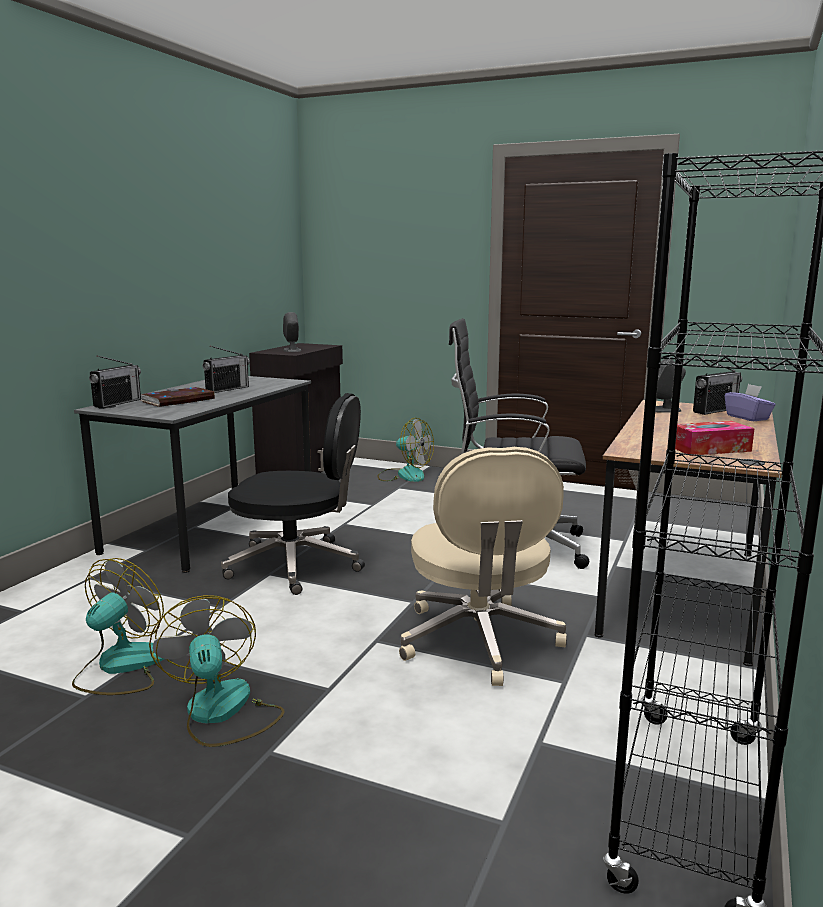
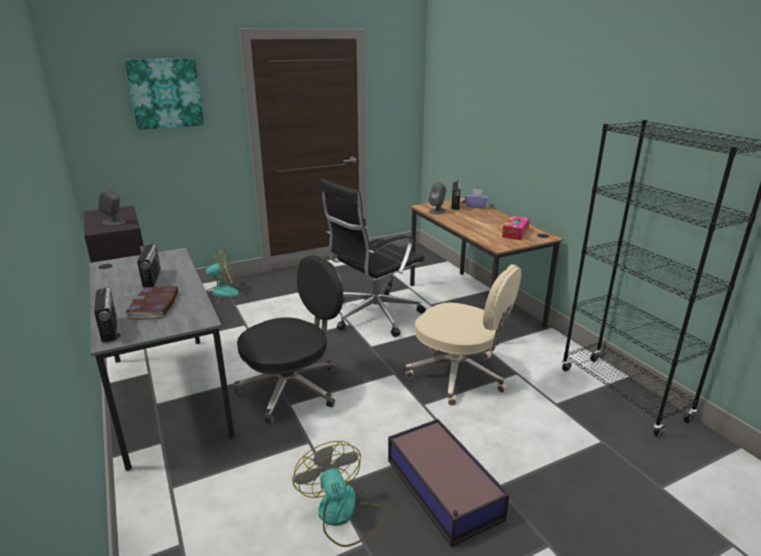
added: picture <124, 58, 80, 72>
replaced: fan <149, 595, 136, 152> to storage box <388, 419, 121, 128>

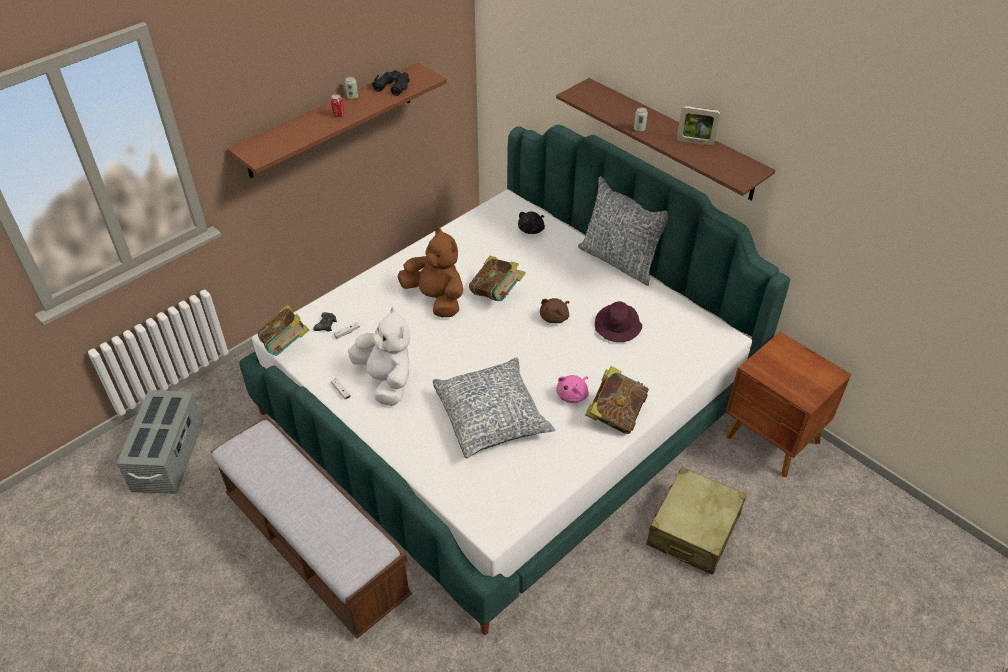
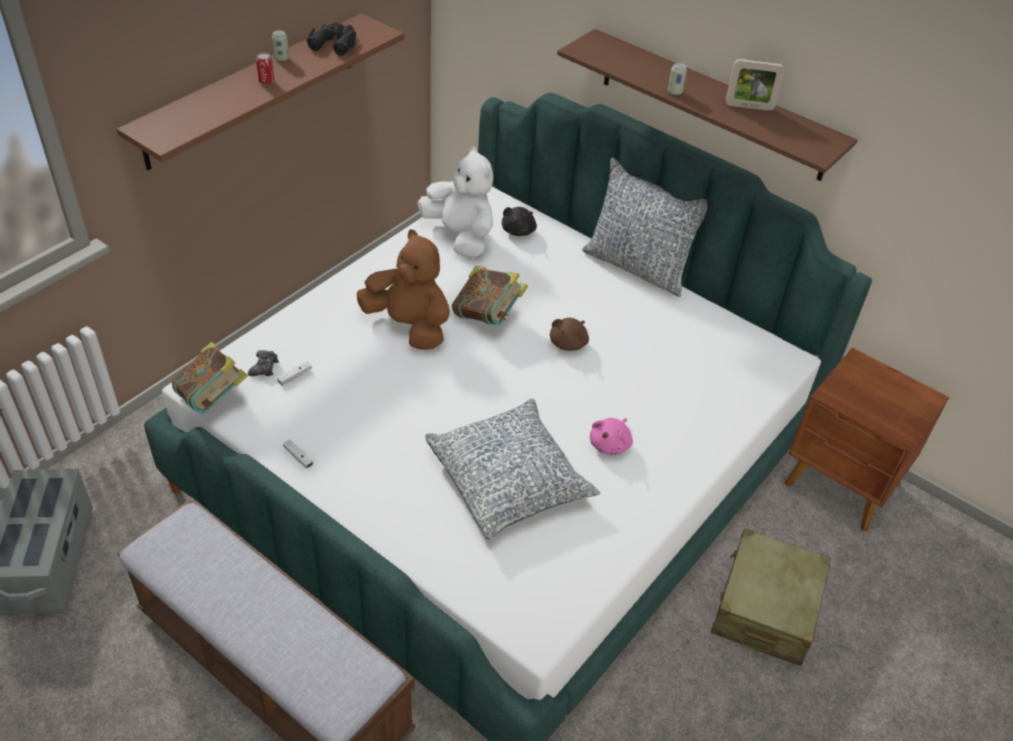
removed: volume <585, 366, 64, 68>; purple-coloured clothing hat <595, 301, 47, 41>
moved: white cuddly toy <348, 307, 62, 99> to <417, 146, 76, 111>

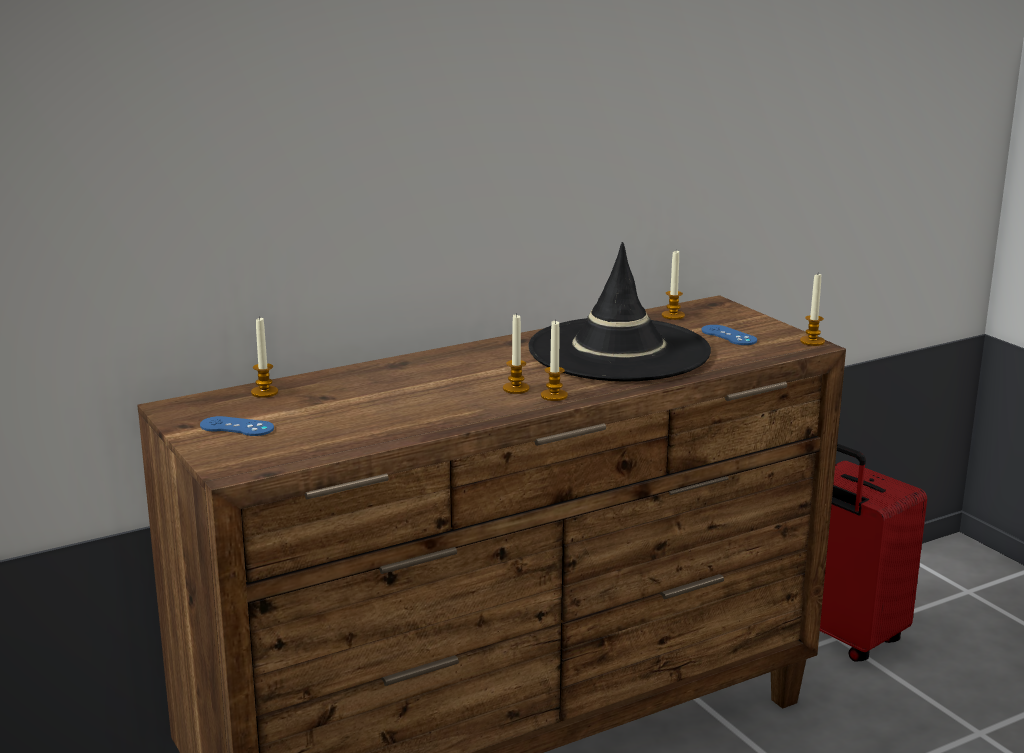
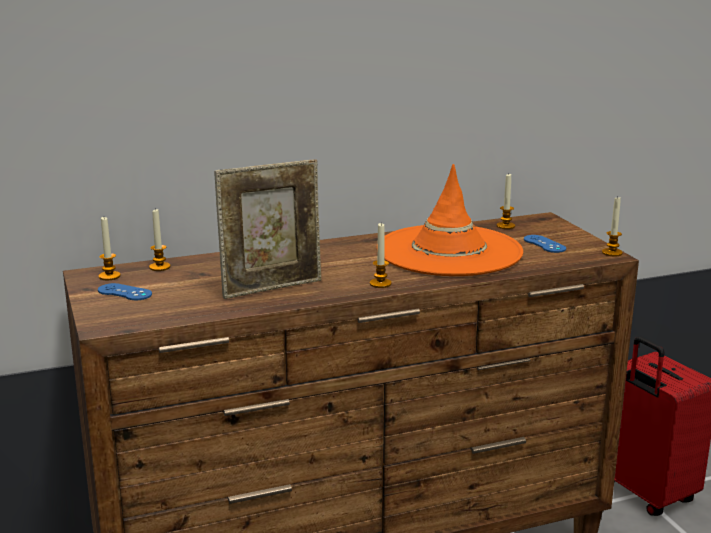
added: picture frame <214, 160, 107, 139>
moved: candle <503, 313, 27, 81> to <99, 217, 22, 63>
recoloured: black-coloured clothing hat <528, 242, 183, 140> to orange clothing hat <377, 164, 146, 112>

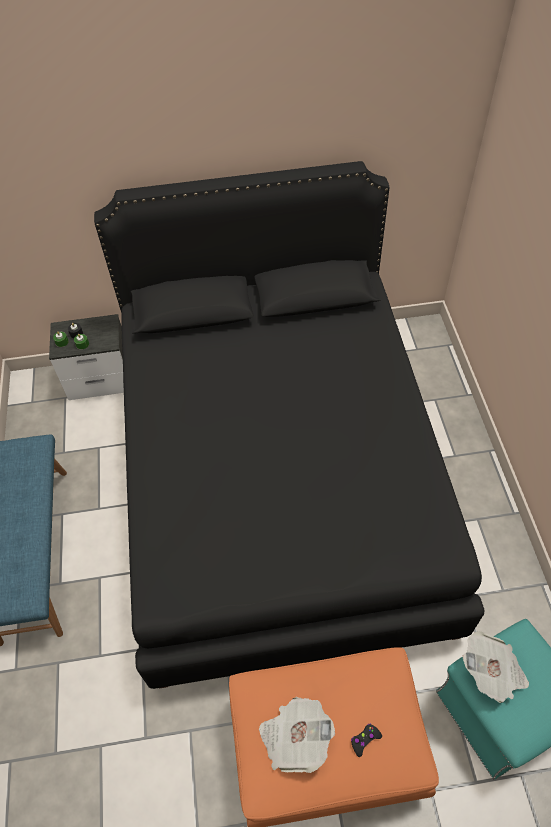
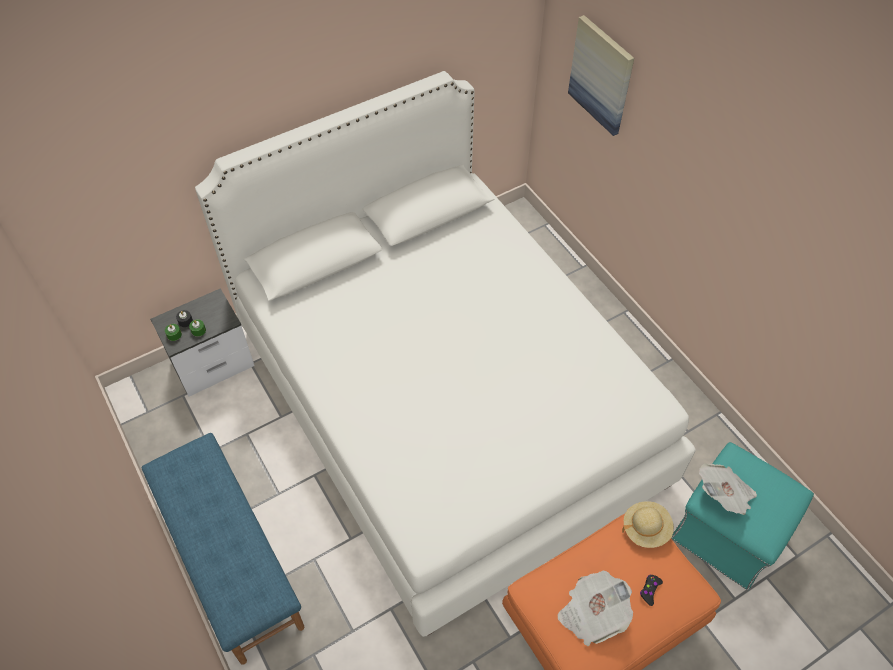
added: picture <568, 15, 66, 121>; beige clothing hat <622, 501, 52, 47>
recoloured: black-coloured bed <94, 161, 391, 528> to white bed <195, 71, 501, 566>

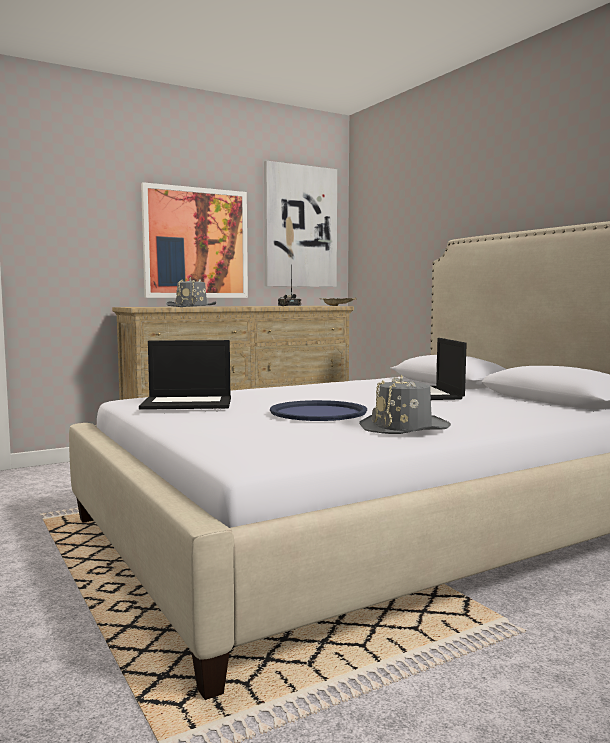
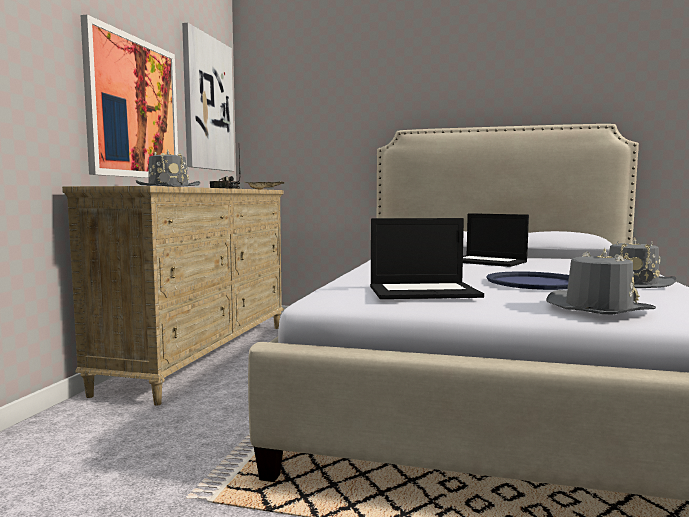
added: gray clothing hat <546, 248, 110, 66>
turned: laptop <139, 340, 92, 70> = <370, 218, 114, 81> 45 degrees clockwise

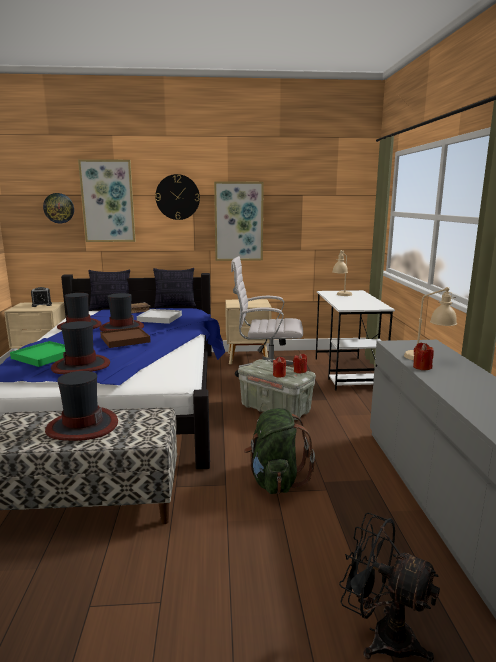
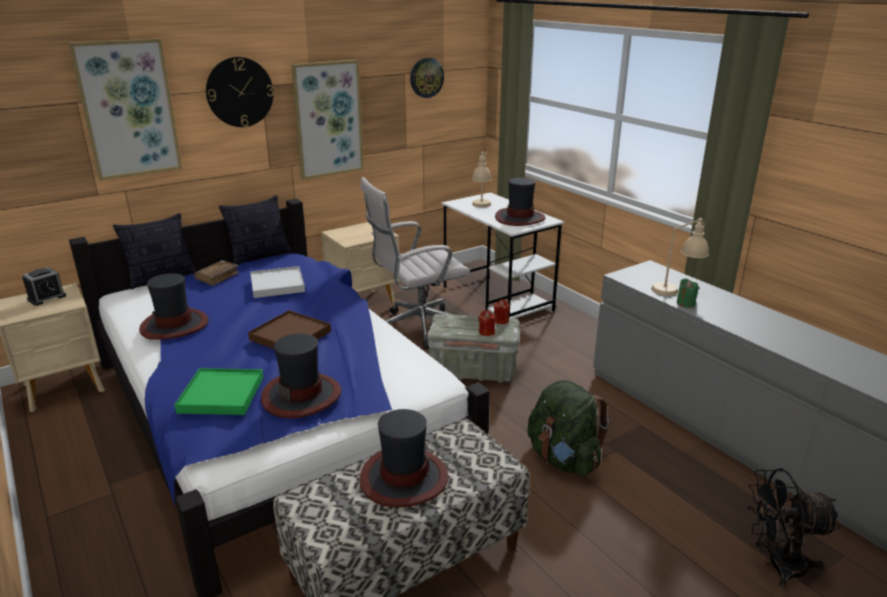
moved: hanging clock <43, 193, 31, 30> to <410, 58, 34, 40>; clothing hat <99, 293, 45, 38> to <495, 178, 51, 48>
recoloured: red candle <413, 343, 21, 27> to greenish candle <677, 279, 22, 29>

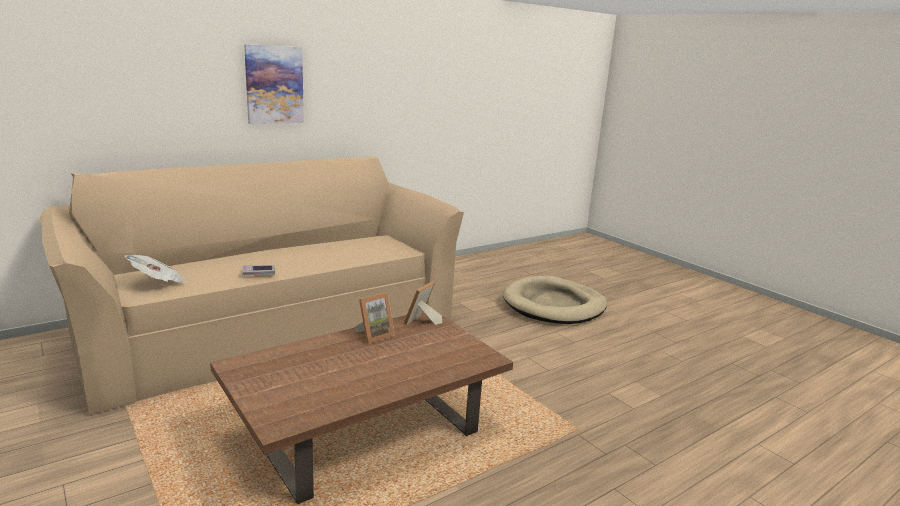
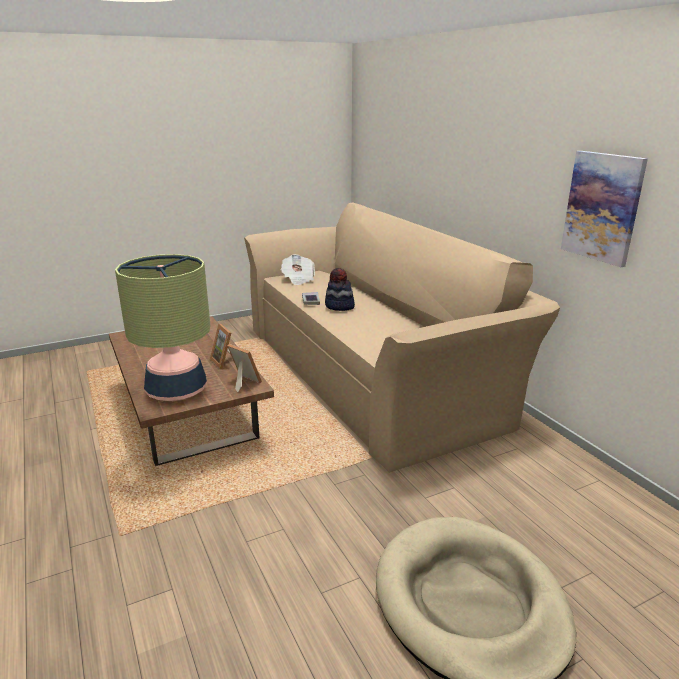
added: table lamp <115, 254, 96, 147>; clothing hat <325, 268, 30, 43>
moved: picture <244, 44, 60, 80> to <561, 151, 87, 116>

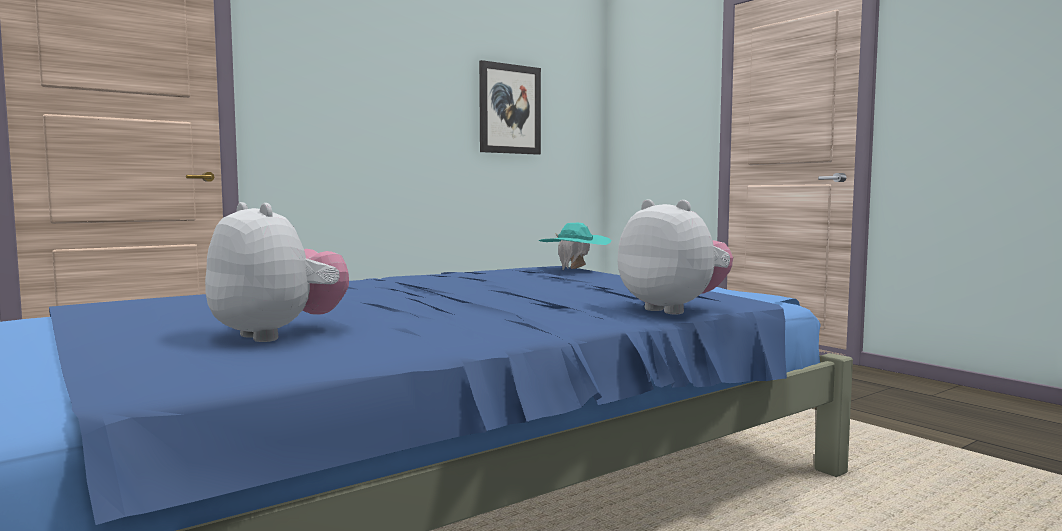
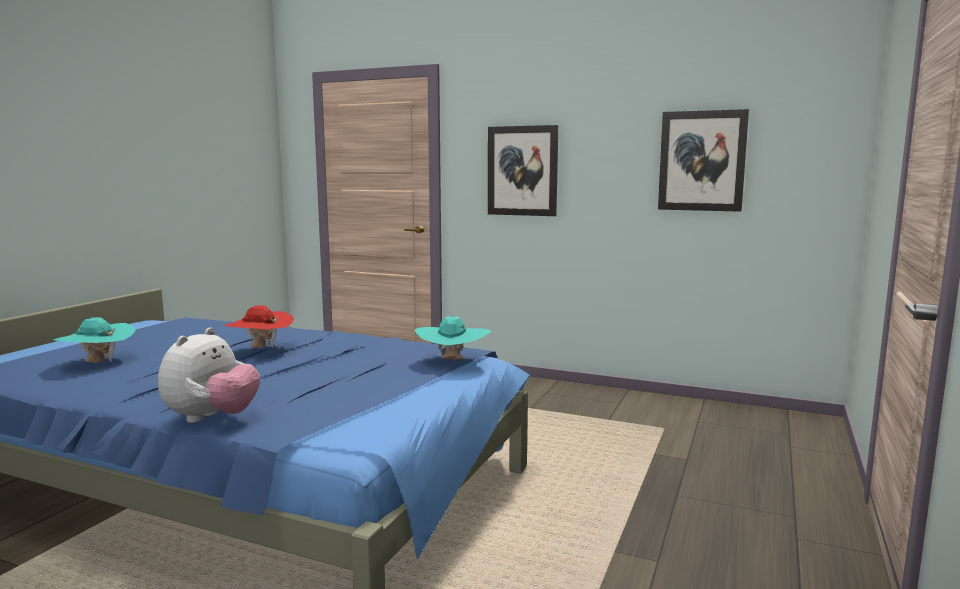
added: red clothing hat <224, 305, 70, 43>; picture <488, 125, 70, 91>
replaced: cuddly toy <205, 202, 144, 140> to turquoise clothing hat <53, 317, 83, 46>

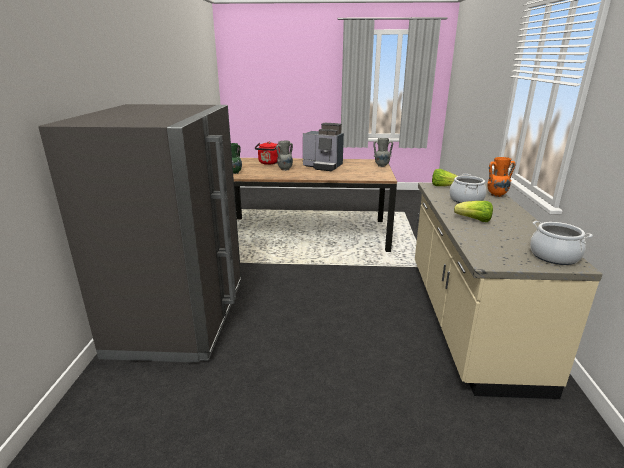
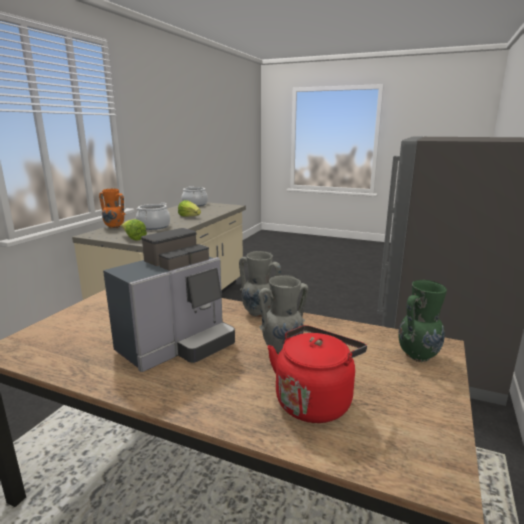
moved: gray flower vase <373, 138, 20, 29> to <239, 251, 42, 67>
turned: coffee brewer <303, 123, 41, 48> = <103, 228, 132, 144> 90 degrees clockwise

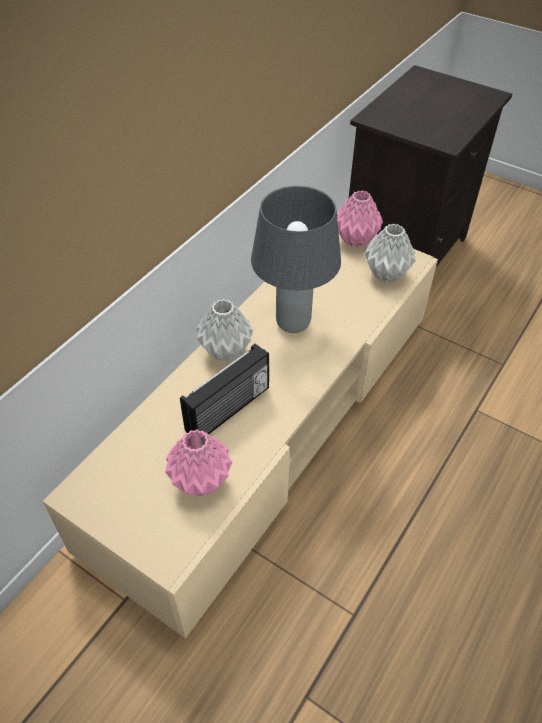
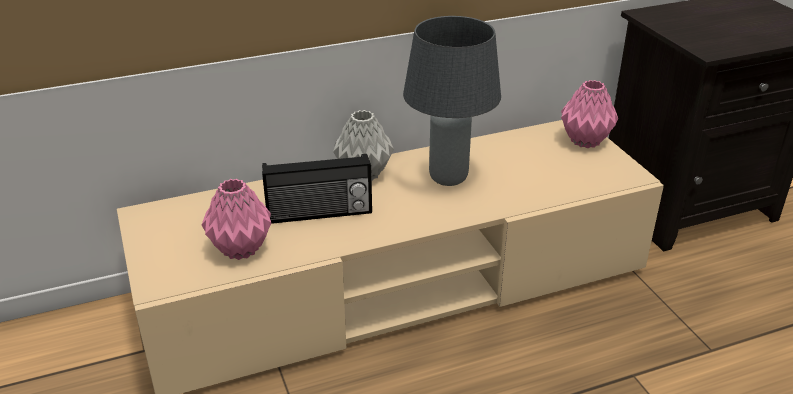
removed: gray flower vase <364, 223, 52, 60>

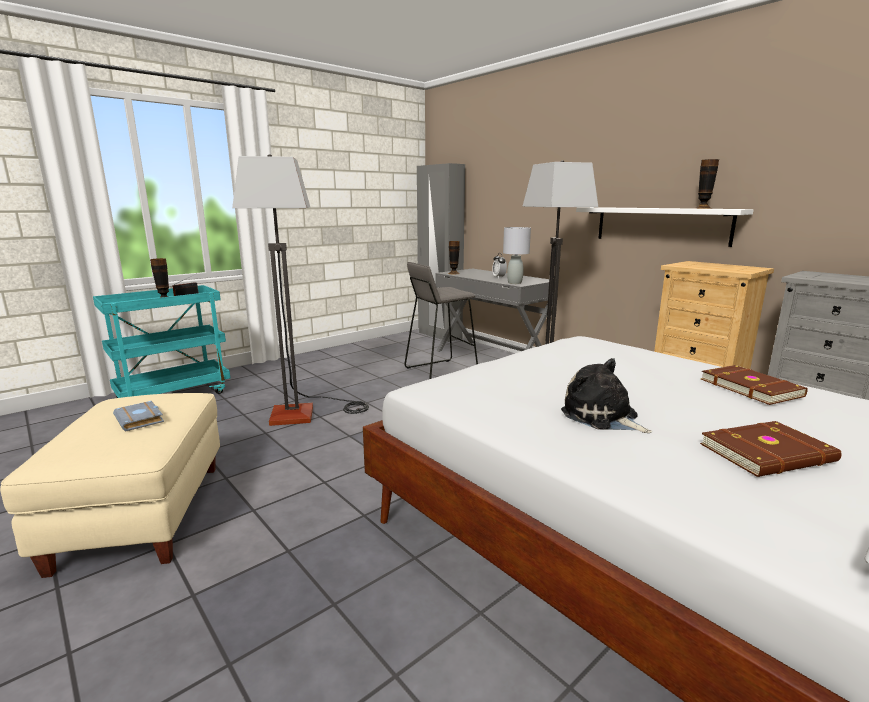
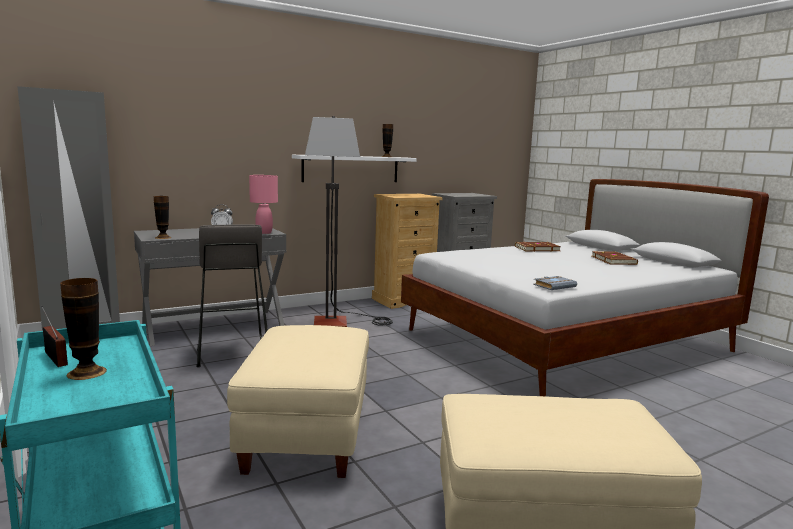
removed: cuddly toy <561, 358, 91, 75>
moved: gray volume <113, 401, 51, 31> to <533, 276, 44, 14>
replaced: standard lamp <232, 154, 137, 272> to beige ottoman <227, 325, 142, 153>
recoloured: gray table lamp <503, 227, 28, 57> to pink-coloured table lamp <249, 175, 29, 59>

